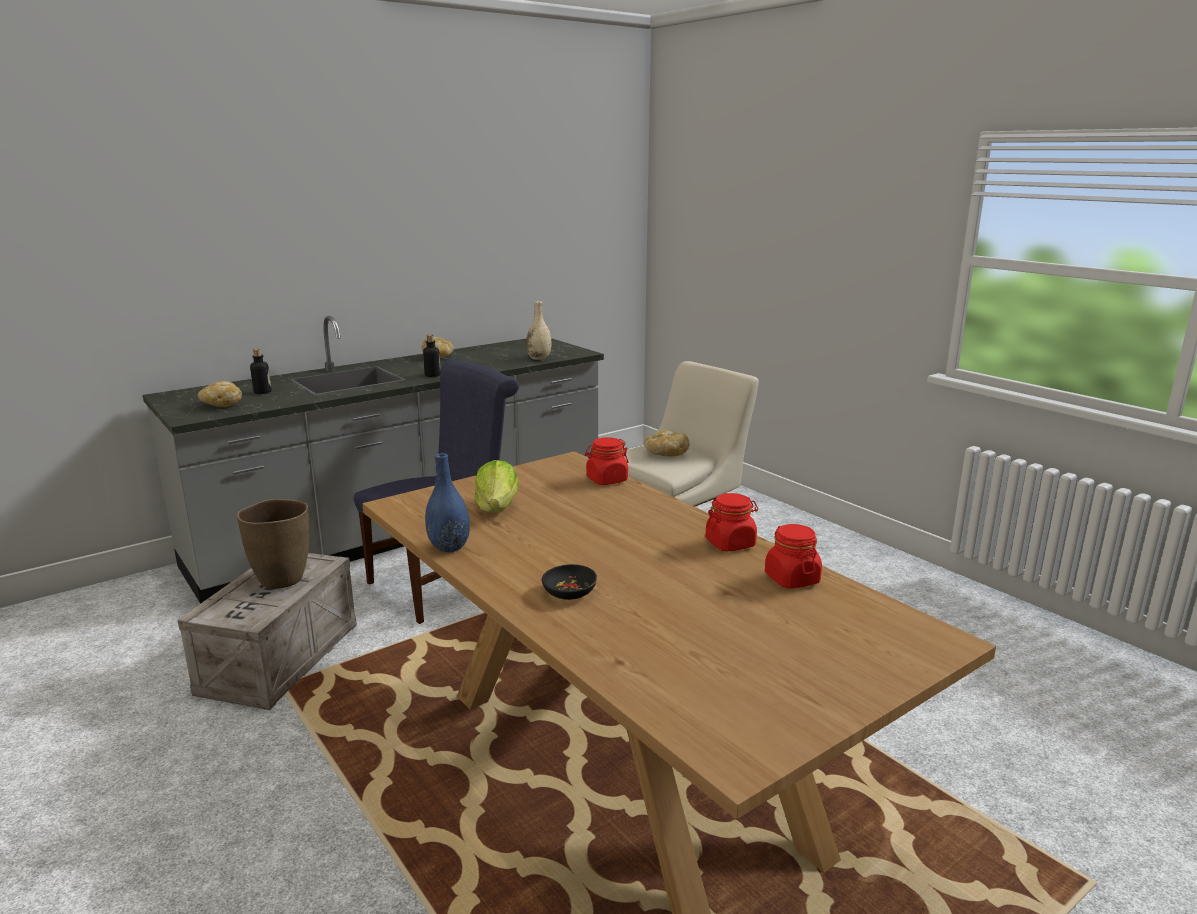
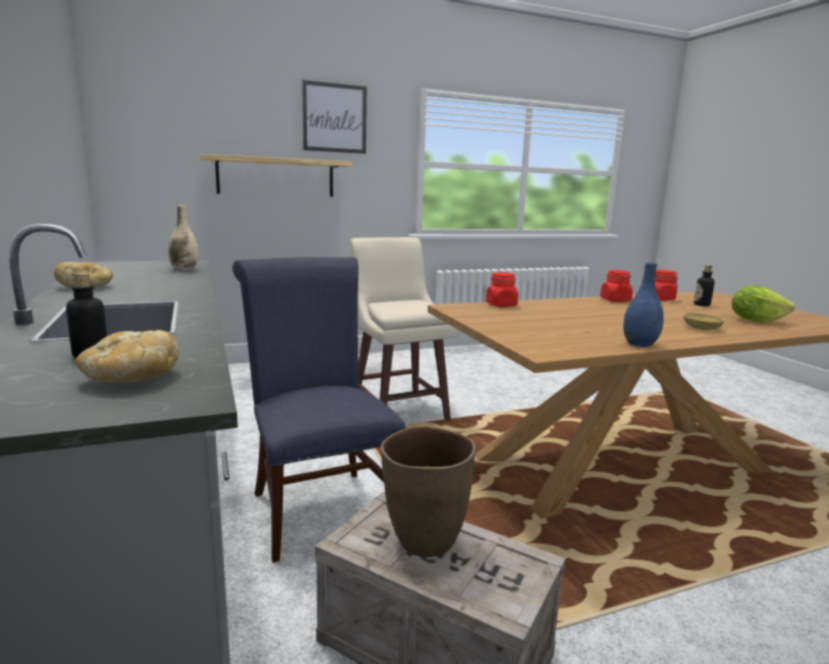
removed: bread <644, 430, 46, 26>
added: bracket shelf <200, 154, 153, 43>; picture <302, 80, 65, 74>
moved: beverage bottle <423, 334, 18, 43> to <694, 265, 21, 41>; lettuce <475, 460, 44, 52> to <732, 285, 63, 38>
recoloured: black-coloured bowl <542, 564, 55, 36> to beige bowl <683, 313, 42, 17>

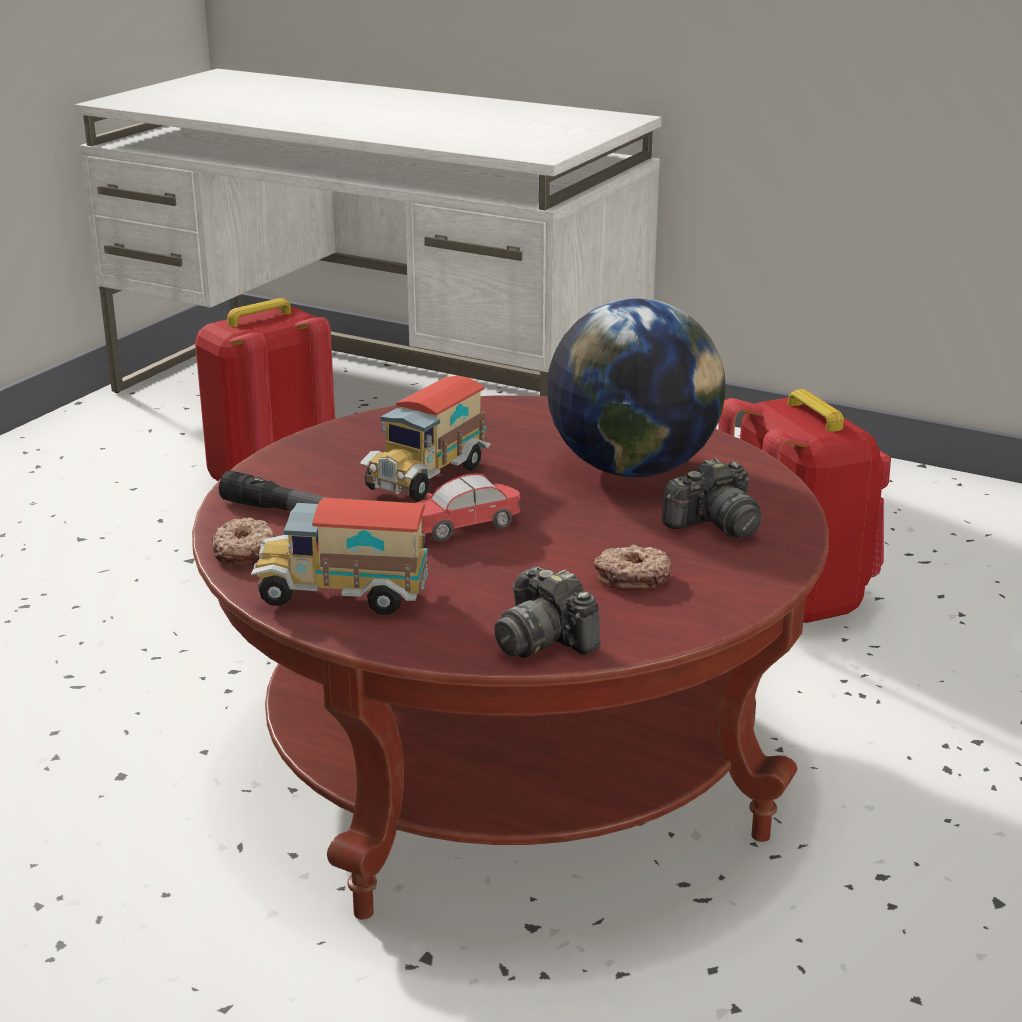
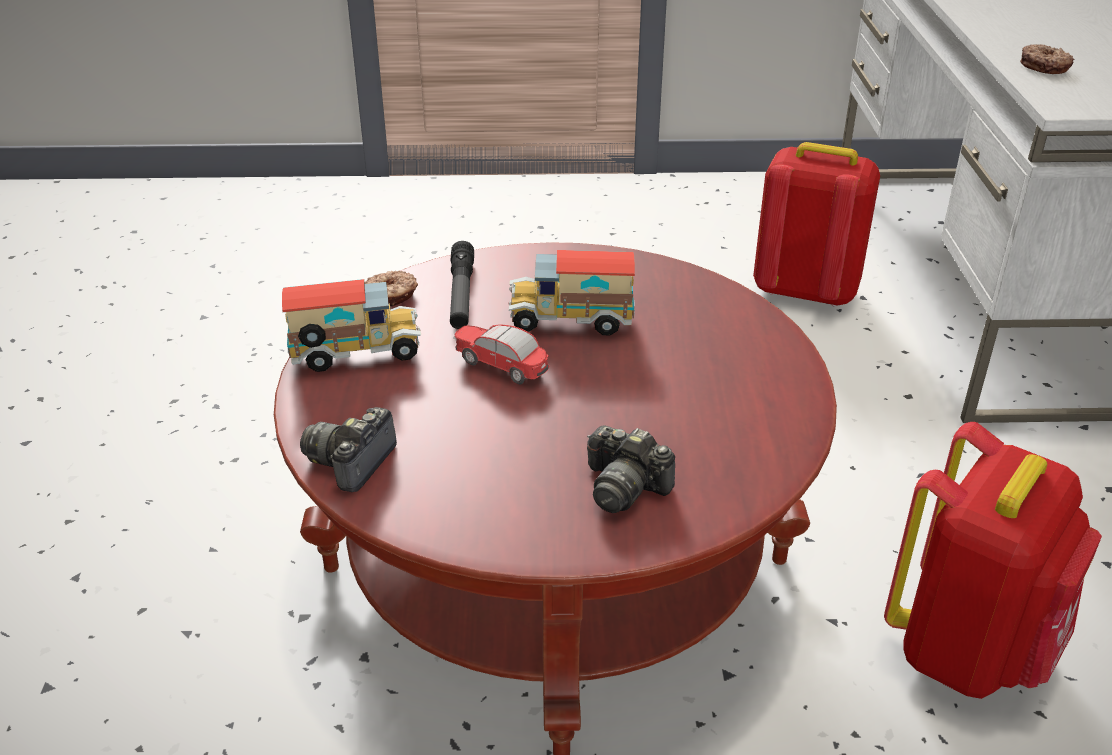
removed: desk globe <547, 298, 179, 179>
moved: doughnut <594, 544, 78, 47> to <1020, 44, 54, 30>
turned: model truck <251, 498, 177, 117> = <282, 279, 139, 93> 105 degrees clockwise

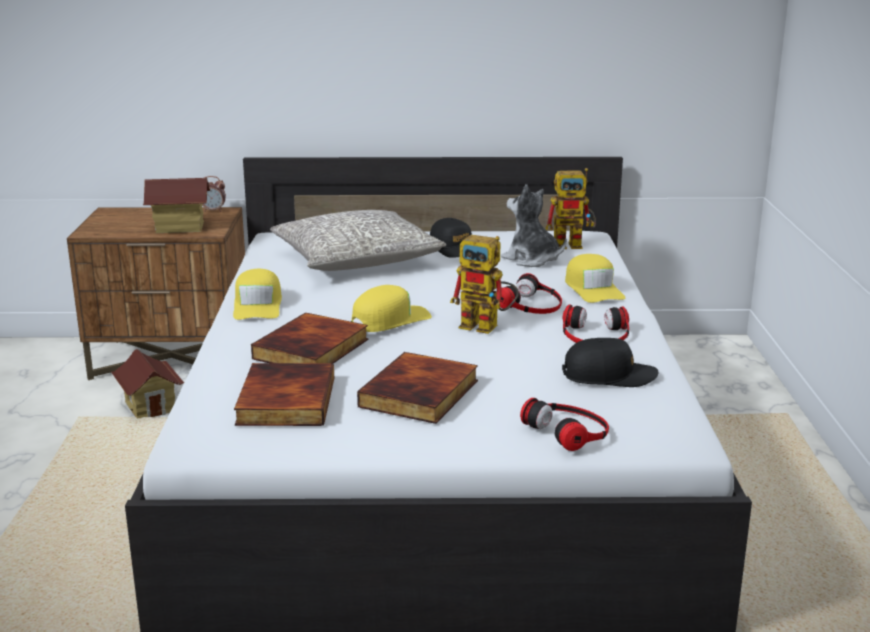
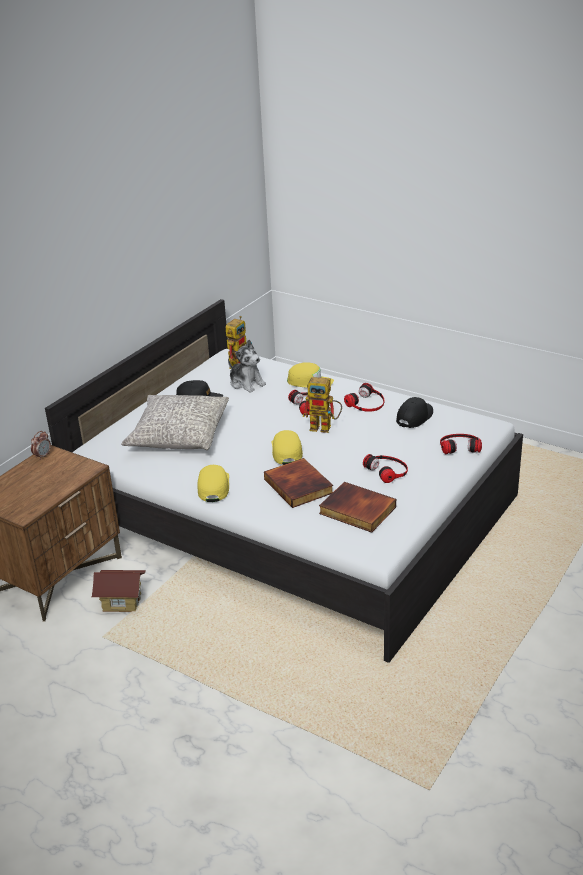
removed: model house <143, 178, 67, 55>
replaced: volume <357, 352, 121, 72> to headphones <363, 454, 45, 29>
turned: yellow-coloured baseball cap <233, 269, 49, 51> = <197, 465, 32, 37> 120 degrees counterclockwise; toy robot <450, 235, 69, 99> = <303, 377, 39, 56> 45 degrees clockwise; cuddly toy <501, 184, 66, 83> = <228, 340, 38, 53> 120 degrees counterclockwise

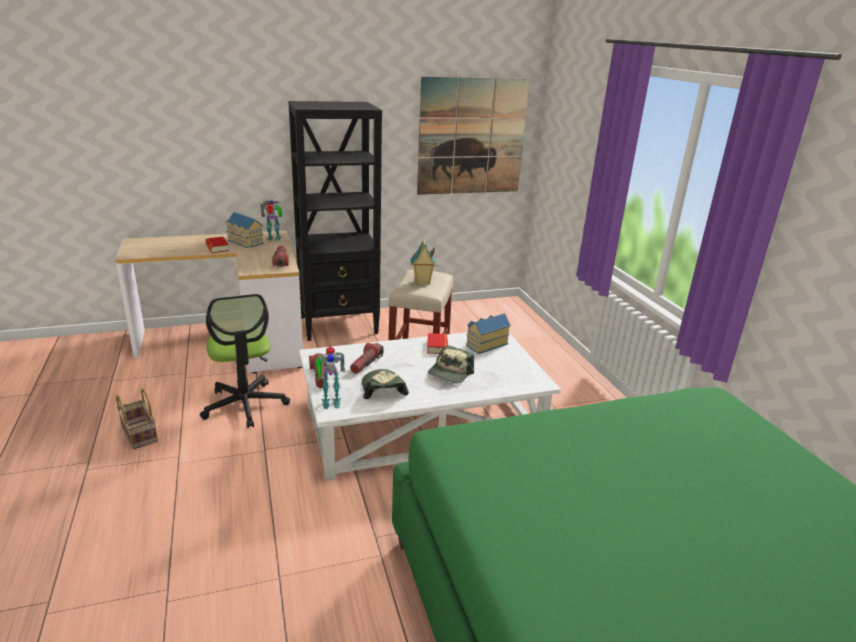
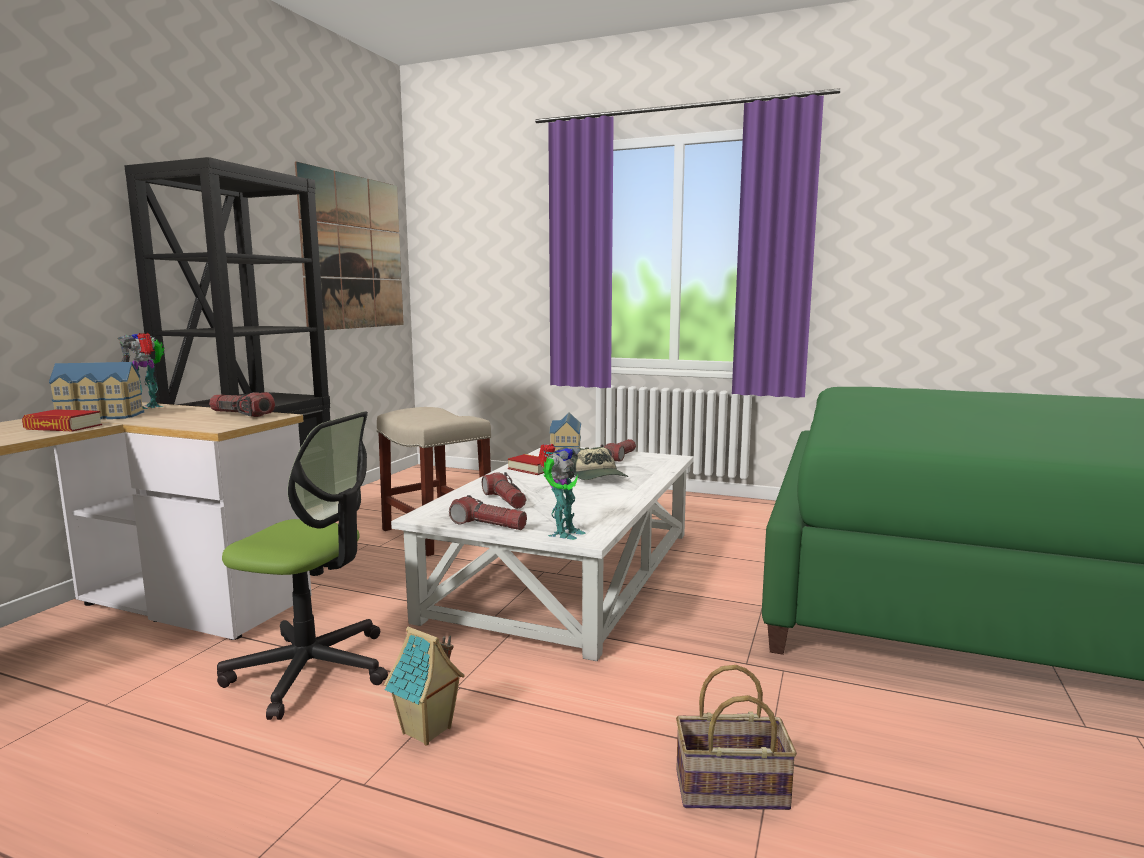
removed: baseball cap <362, 369, 47, 30>
added: flashlight <601, 439, 35, 23>
moved: basket <116, 388, 42, 62> to <676, 665, 121, 145>; model house <410, 239, 26, 46> to <384, 627, 81, 119>

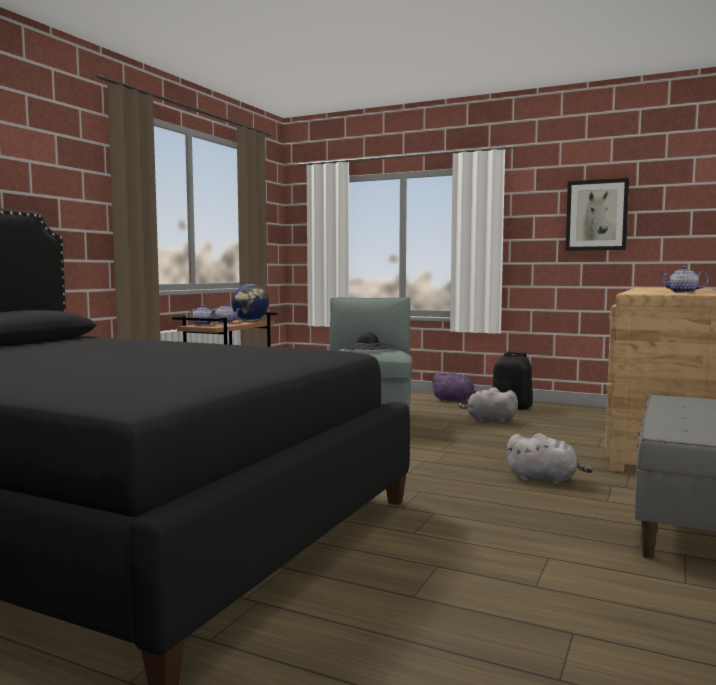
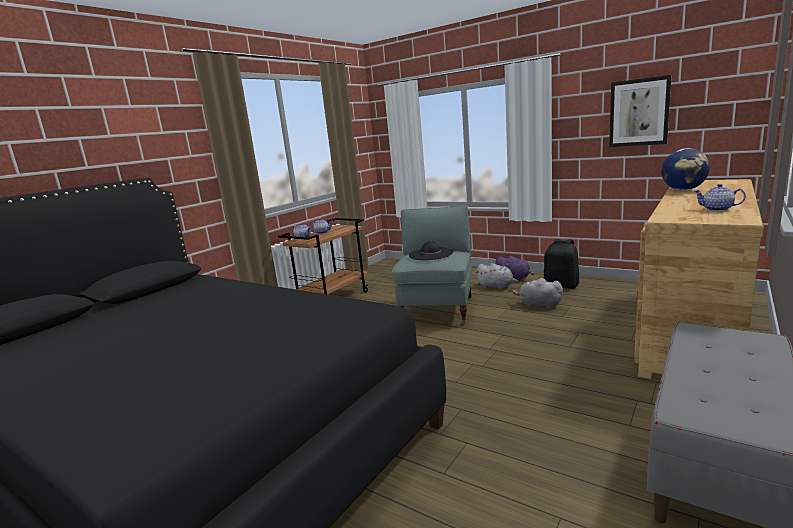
moved: desk globe <232, 284, 37, 37> to <661, 148, 49, 42>; gray cuddly toy <506, 433, 87, 52> to <476, 263, 42, 26>

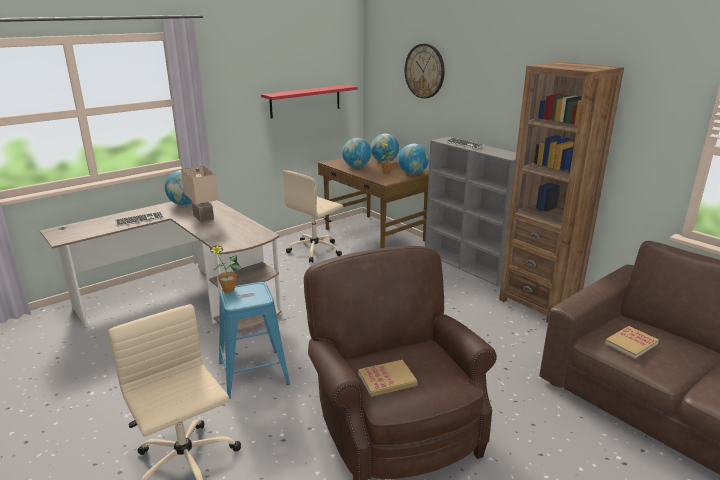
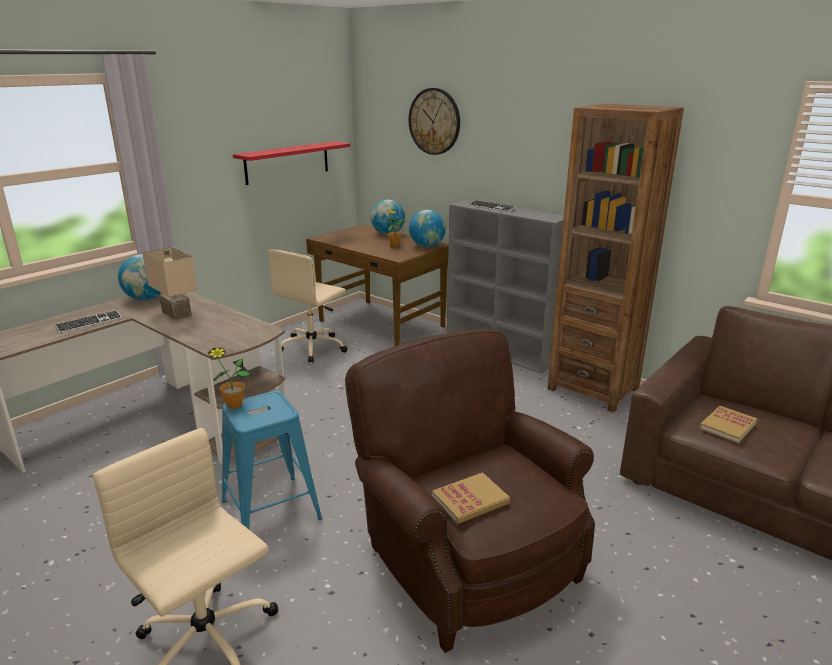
removed: desk globe <342, 138, 29, 29>

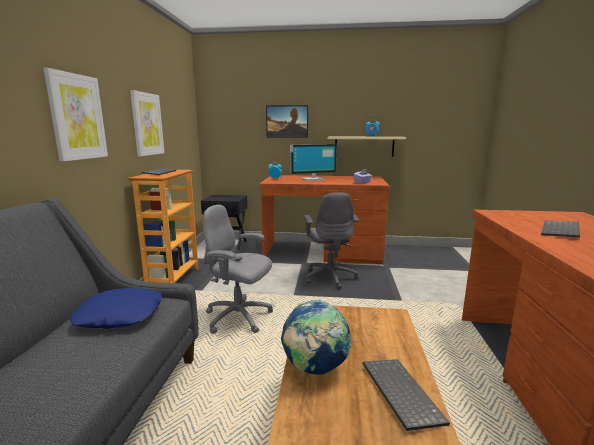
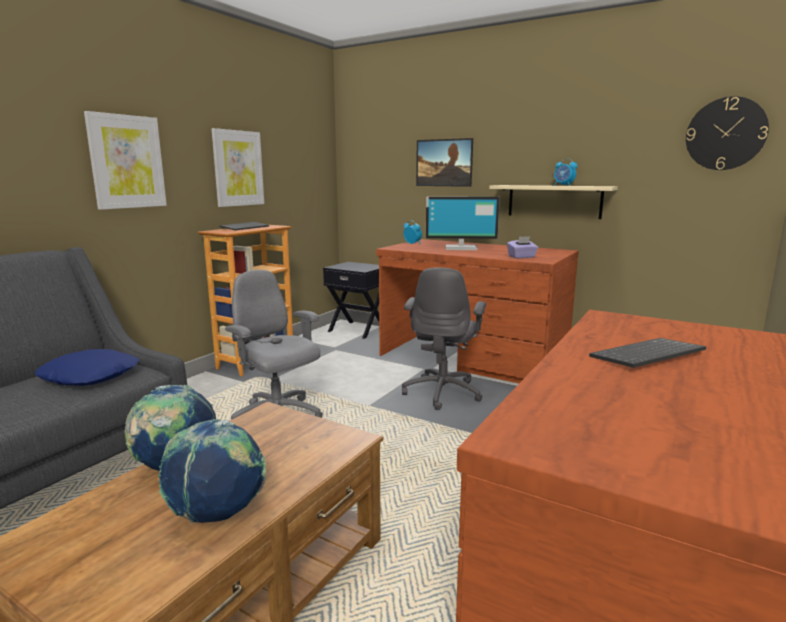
added: hanging clock <686, 96, 83, 74>
replaced: PC keyboard <363, 359, 87, 72> to desk globe <158, 419, 108, 104>

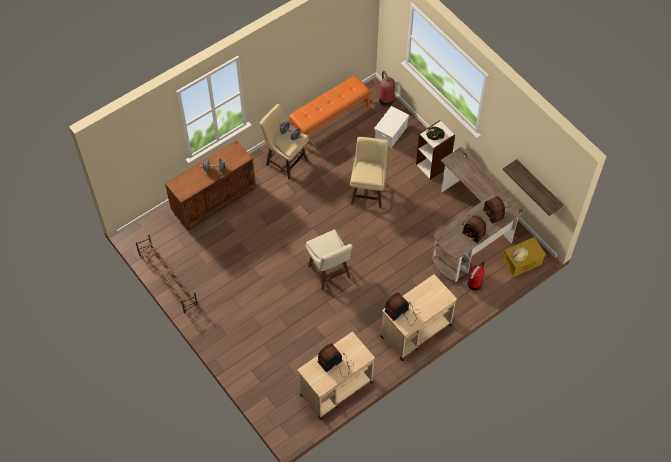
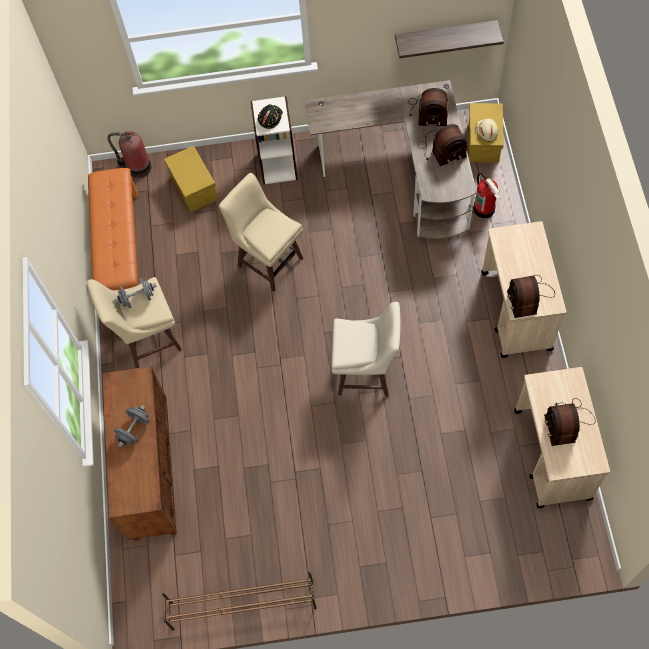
recoloured: white storage box <374, 106, 35, 42> to yellow-coloured storage box <164, 146, 54, 66>

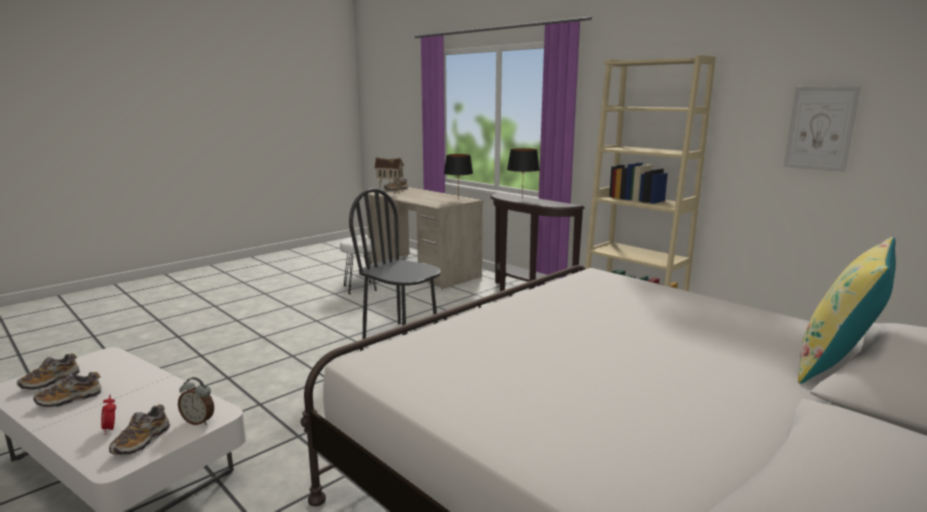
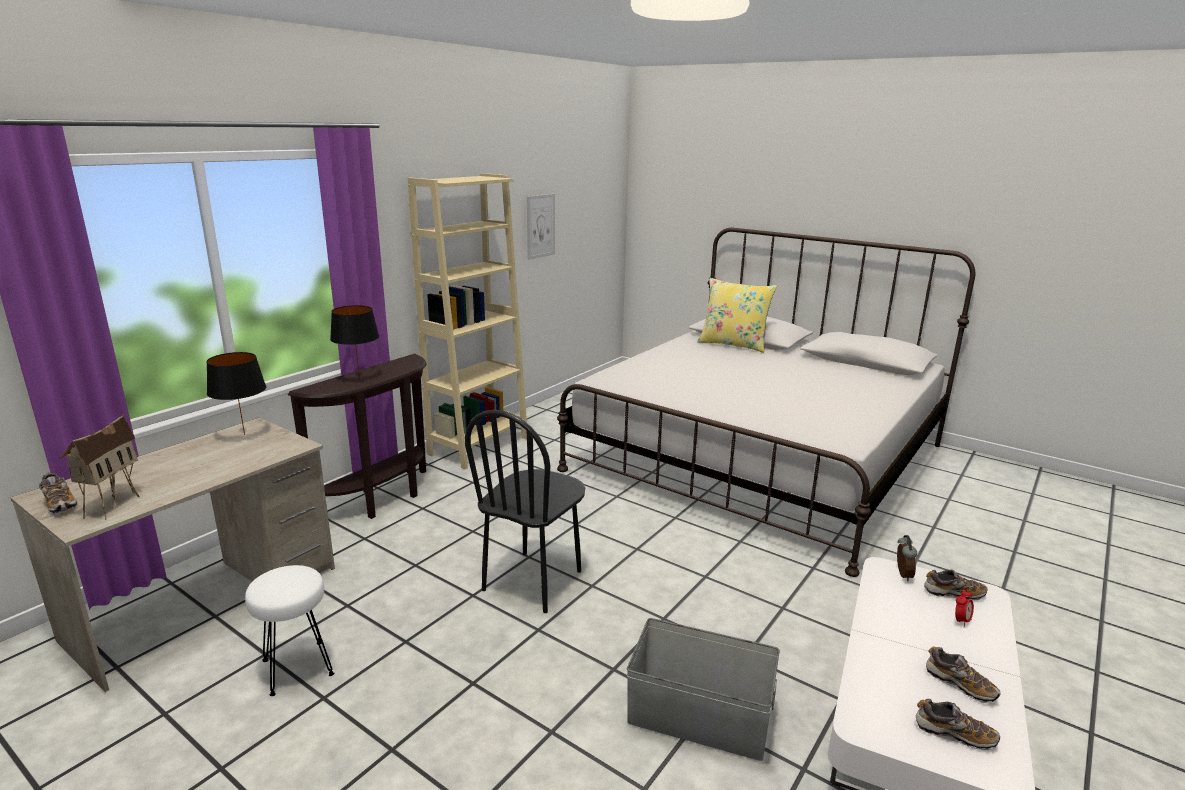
added: gray storage box <627, 618, 153, 143>

